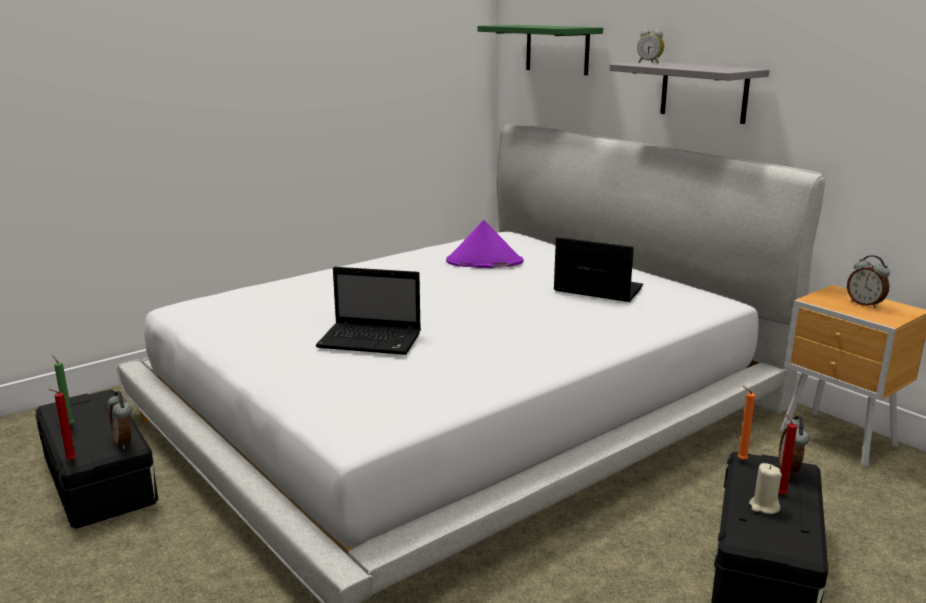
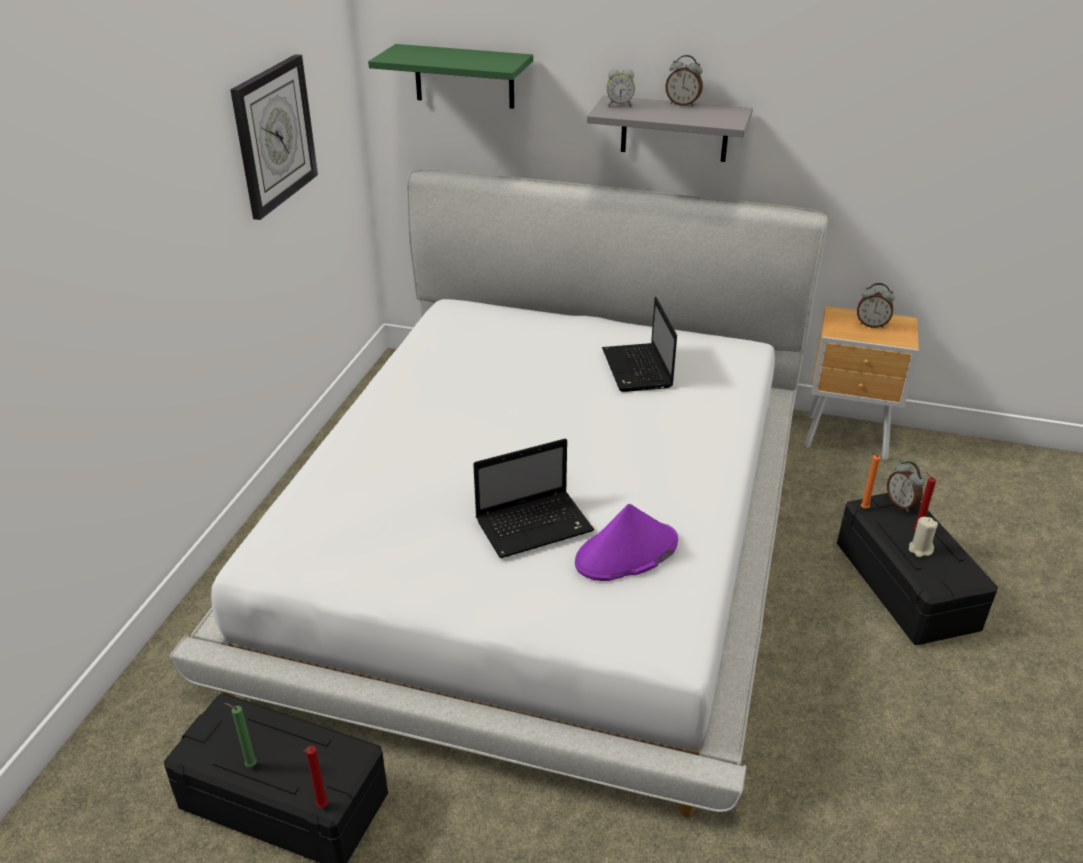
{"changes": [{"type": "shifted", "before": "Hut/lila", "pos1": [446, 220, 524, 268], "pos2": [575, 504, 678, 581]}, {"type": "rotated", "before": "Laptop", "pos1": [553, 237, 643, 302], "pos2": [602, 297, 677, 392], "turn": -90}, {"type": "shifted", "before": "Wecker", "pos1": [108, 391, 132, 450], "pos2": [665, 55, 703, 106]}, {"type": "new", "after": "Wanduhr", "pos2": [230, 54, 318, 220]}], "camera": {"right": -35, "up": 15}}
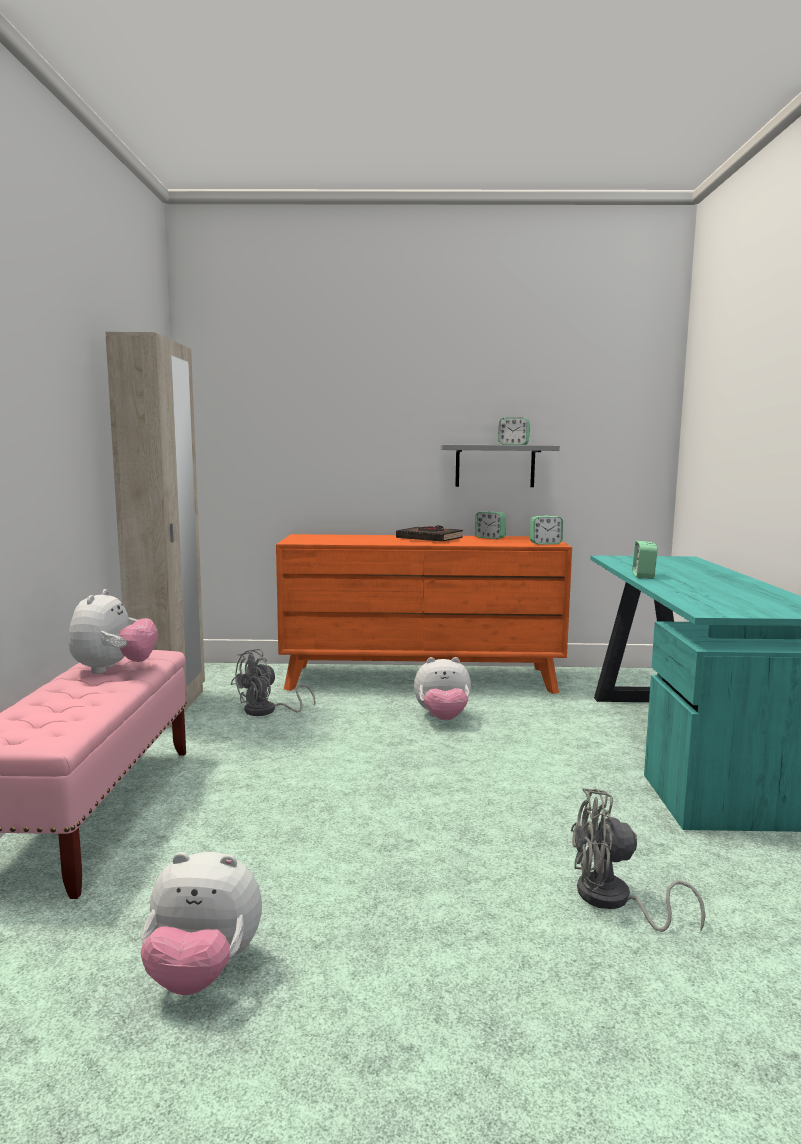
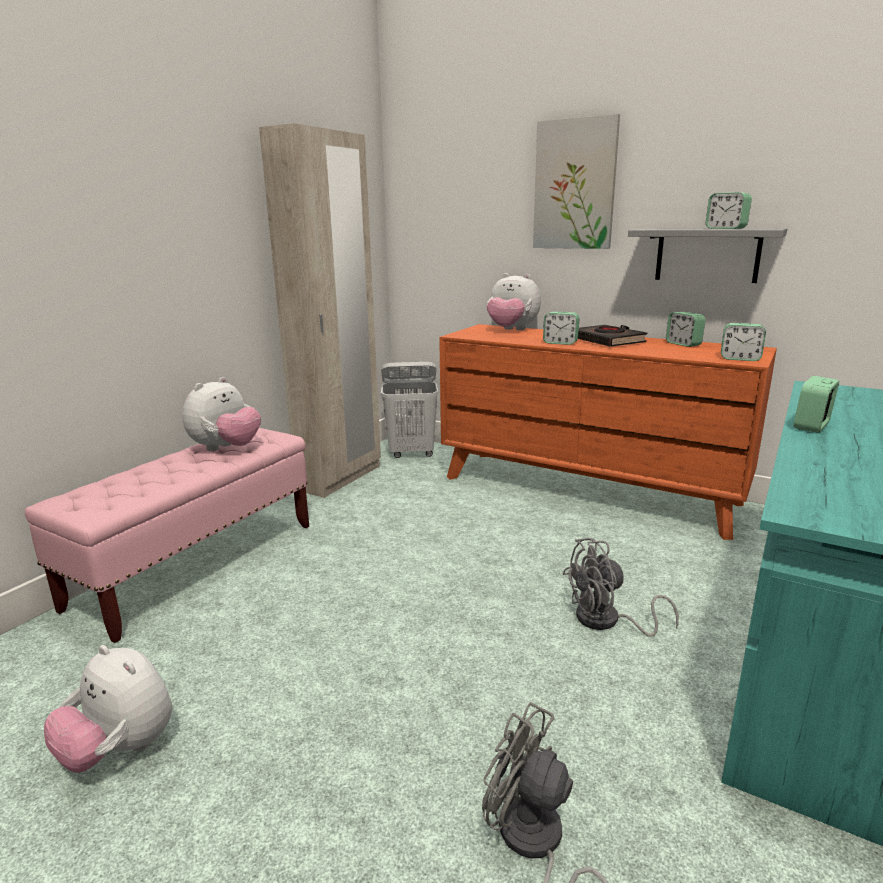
{"changes": [{"type": "shifted", "before": "Ventilator/grau", "pos1": [231, 649, 316, 716], "pos2": [563, 538, 679, 637]}, {"type": "shifted", "before": "Plüschtier", "pos1": [414, 657, 471, 720], "pos2": [487, 273, 541, 330]}, {"type": "new", "after": "Bild", "pos2": [533, 114, 620, 249]}, {"type": "new", "after": "Wecker", "pos2": [543, 312, 580, 345]}, {"type": "new", "after": "Wäschekorb/weiß", "pos2": [381, 362, 438, 458]}], "camera": {"right": 30, "up": 10}}
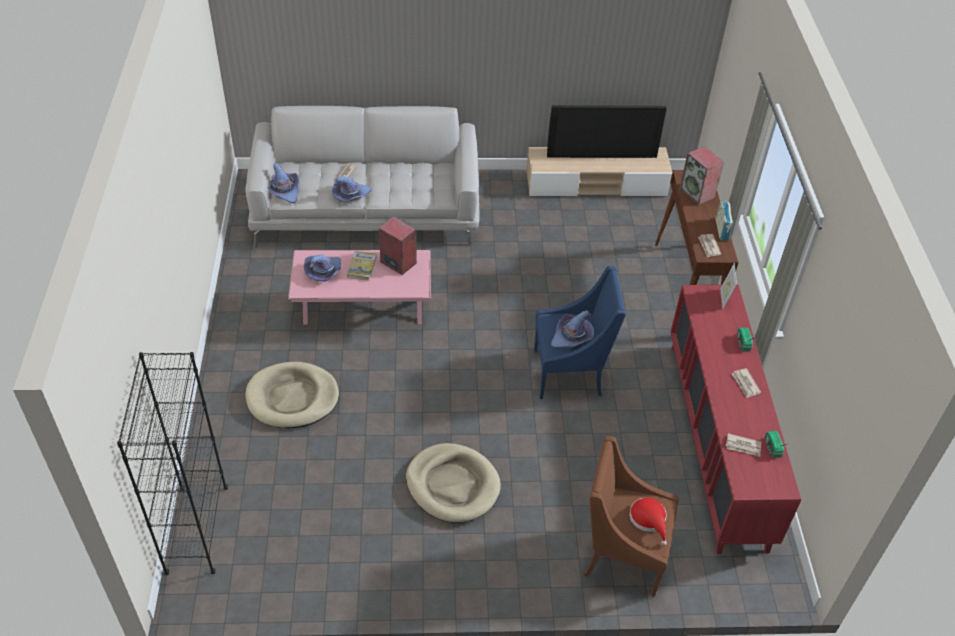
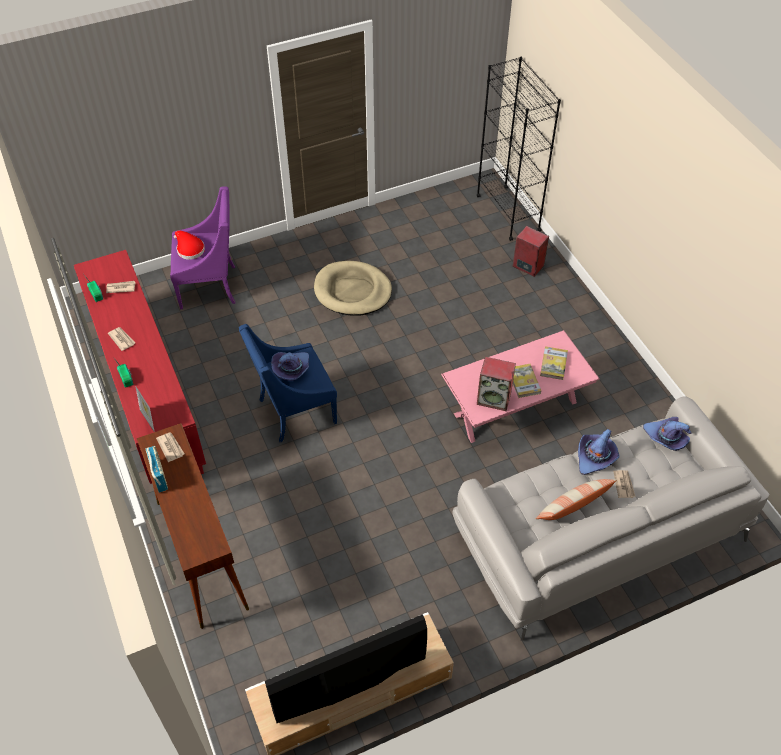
{"changes": [{"type": "shifted", "before": "Lautsprecher", "pos1": [680, 146, 724, 205], "pos2": [513, 226, 549, 277]}, {"type": "swapped", "before": "Hut/lila", "after": "Buch", "pos1": [304, 255, 341, 281], "pos2": [540, 346, 568, 380]}, {"type": "gone", "before": "Hundebett/beige", "pos1": [245, 362, 339, 428]}, {"type": "repainted", "before": "Sessel/braun", "after": "Sessel/lila", "pos1": [584, 436, 679, 597], "pos2": [170, 186, 235, 310]}, {"type": "new", "after": "Kissen", "pos2": [535, 479, 617, 520]}], "camera": {"right": 160, "up": 5}}
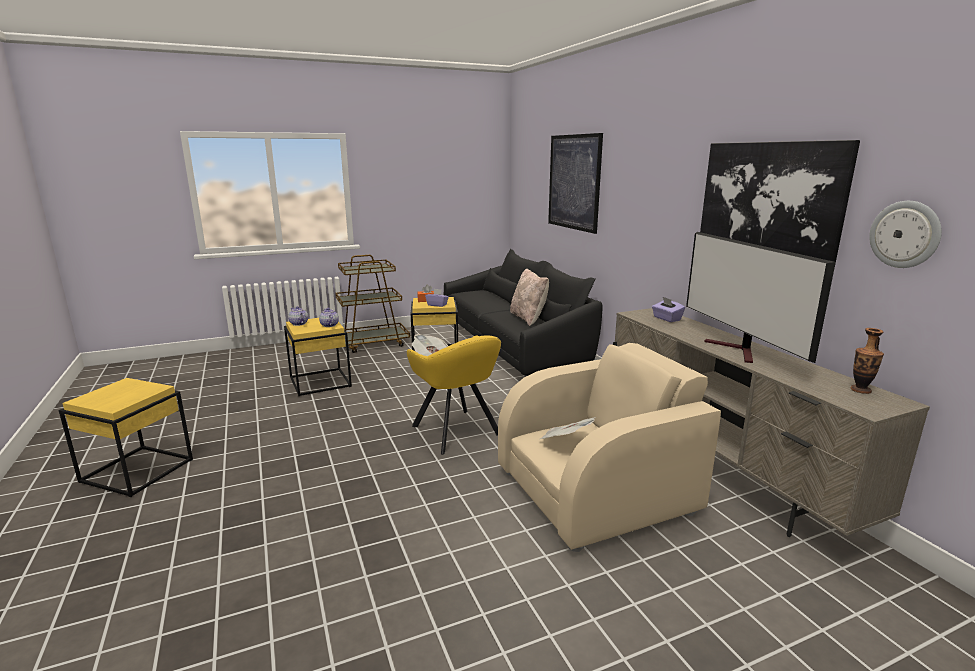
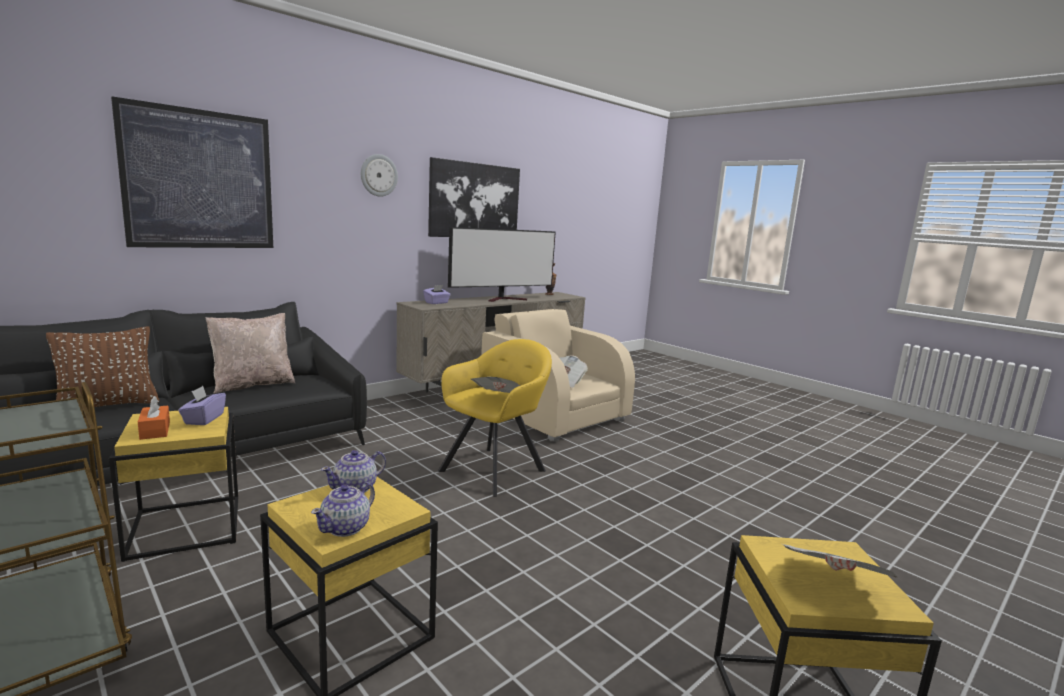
{"changes": [{"type": "shifted", "before": "Wanduhr", "pos1": [869, 201, 942, 268], "pos2": [361, 154, 398, 197]}, {"type": "new", "after": "Kissen/braun", "pos2": [46, 327, 159, 407]}, {"type": "new", "after": "Zeitung", "pos2": [783, 544, 897, 577]}], "camera": {"right": -110, "up": -5}}
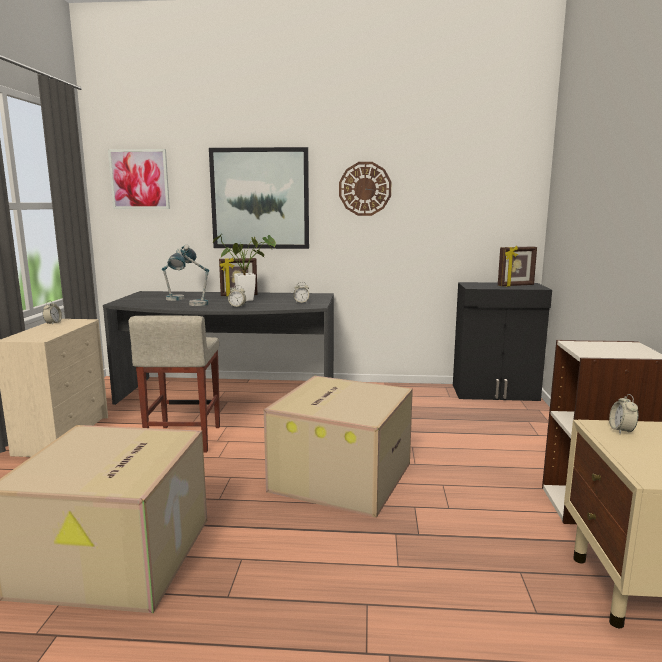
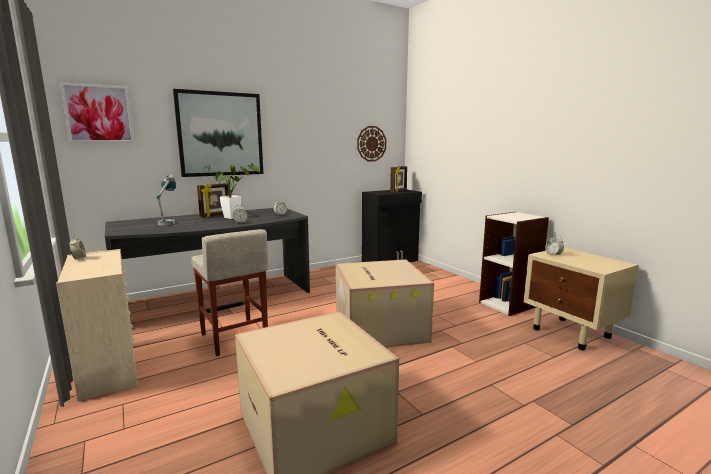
{"changes": [{"type": "shifted", "before": "Wanduhr", "pos1": [339, 162, 391, 216], "pos2": [357, 126, 386, 162]}, {"type": "gone", "before": "Tischlampe", "pos1": [167, 249, 209, 306]}], "camera": {"right": -35, "up": 0}}
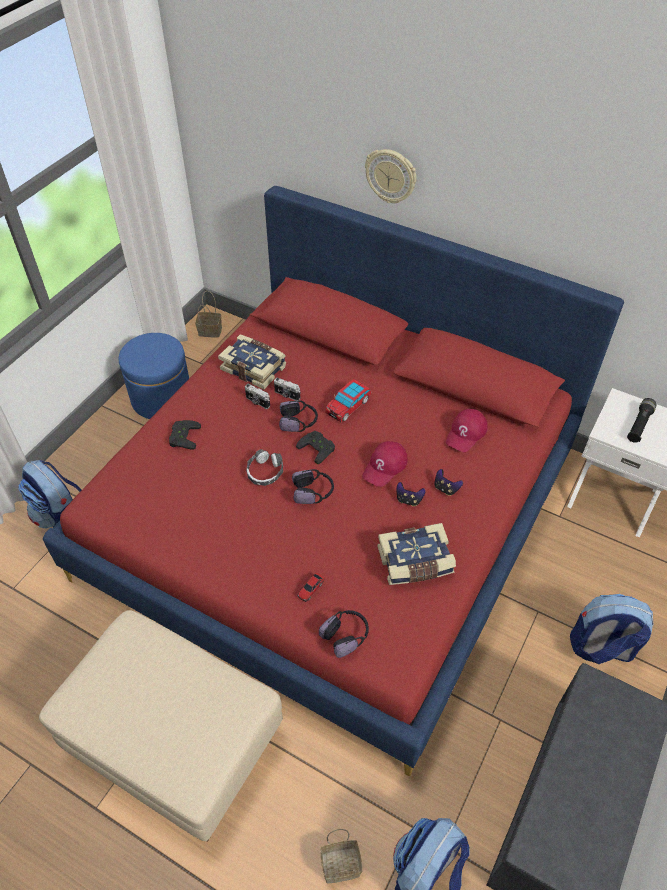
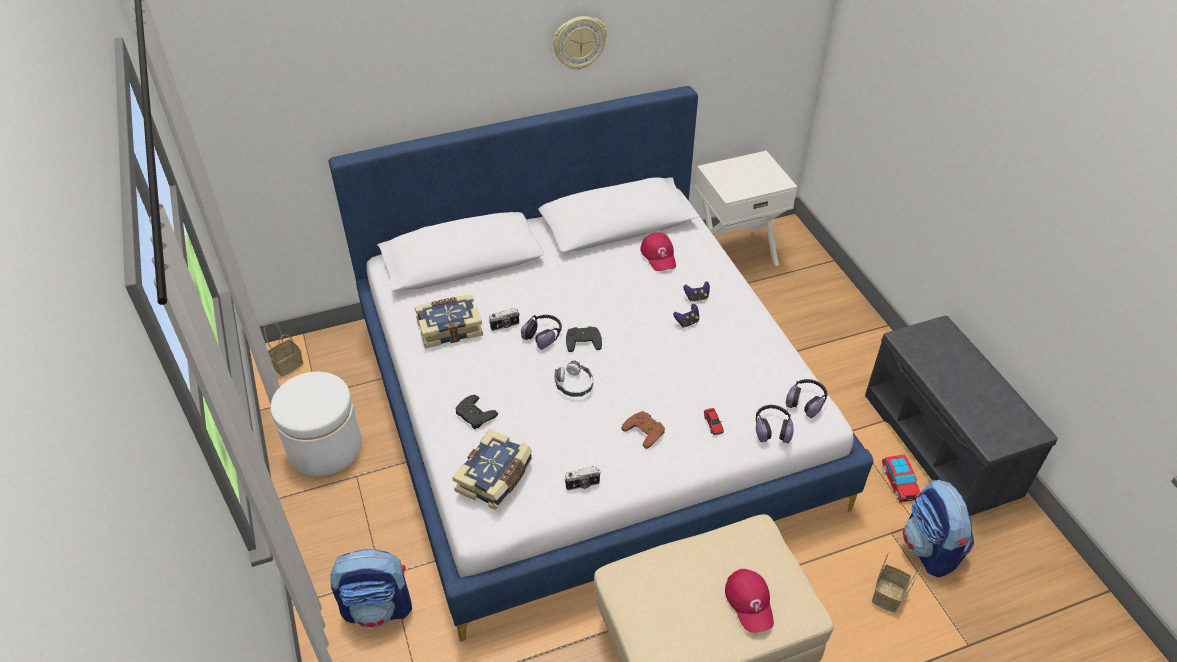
{"changes": [{"type": "shifted", "before": "Wanduhr", "pos1": [365, 149, 416, 203], "pos2": [553, 16, 607, 70]}, {"type": "repainted", "before": "Bett/rot", "after": "Bett/weiß", "pos1": [43, 186, 624, 776], "pos2": [329, 86, 873, 641]}, {"type": "repainted", "before": "Polsterhocker/blau", "after": "Polsterhocker/weiß", "pos1": [119, 333, 189, 419], "pos2": [270, 372, 362, 477]}, {"type": "shifted", "before": "Spielzeugauto", "pos1": [325, 379, 371, 422], "pos2": [882, 455, 921, 502]}, {"type": "shifted", "before": "Kamera", "pos1": [245, 384, 270, 409], "pos2": [564, 466, 601, 490]}, {"type": "gone", "before": "Taschenlampe/schwarz", "pos1": [627, 398, 657, 443]}, {"type": "shifted", "before": "Kappe/rot", "pos1": [363, 441, 408, 487], "pos2": [725, 569, 774, 633]}, {"type": "shifted", "before": "Kopfhörer", "pos1": [292, 469, 334, 504], "pos2": [786, 379, 827, 418]}, {"type": "shifted", "before": "Buch", "pos1": [378, 523, 456, 585], "pos2": [452, 429, 532, 510]}, {"type": "gone", "before": "Rucksack", "pos1": [570, 594, 653, 664]}, {"type": "new", "after": "Gamepad/braun", "pos2": [621, 411, 665, 449]}], "camera": {"right": -50, "up": -5}}
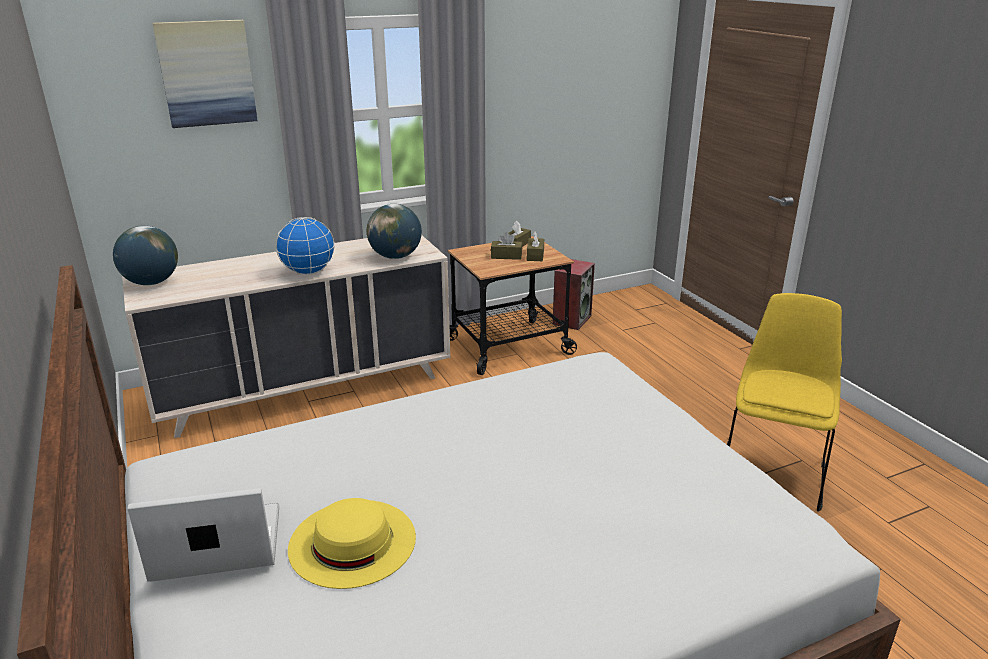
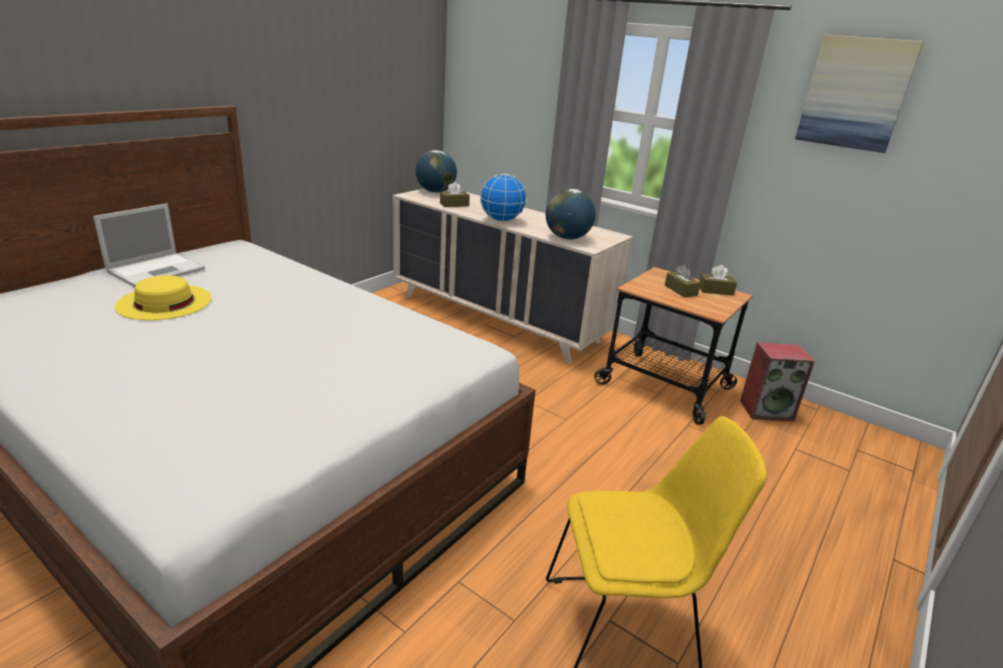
{"changes": [{"type": "shifted", "before": "Bild", "pos1": [153, 20, 258, 128], "pos2": [795, 35, 923, 153]}, {"type": "shifted", "before": "Taschentuchbox/braun", "pos1": [527, 231, 544, 261], "pos2": [440, 182, 470, 207]}, {"type": "rotated", "before": "Laptop", "pos1": [127, 488, 279, 582], "pos2": [93, 204, 205, 287], "turn": 75}], "camera": {"right": 60, "up": 0}}
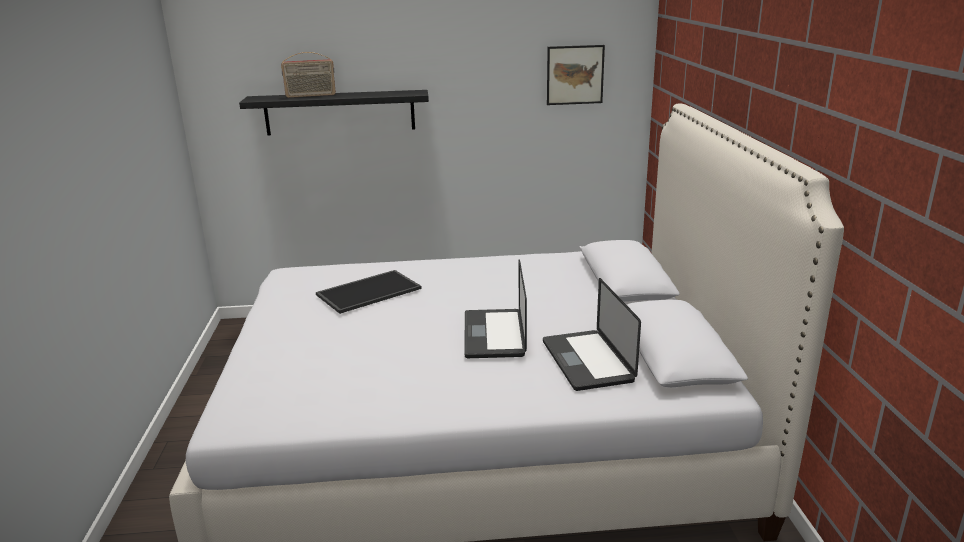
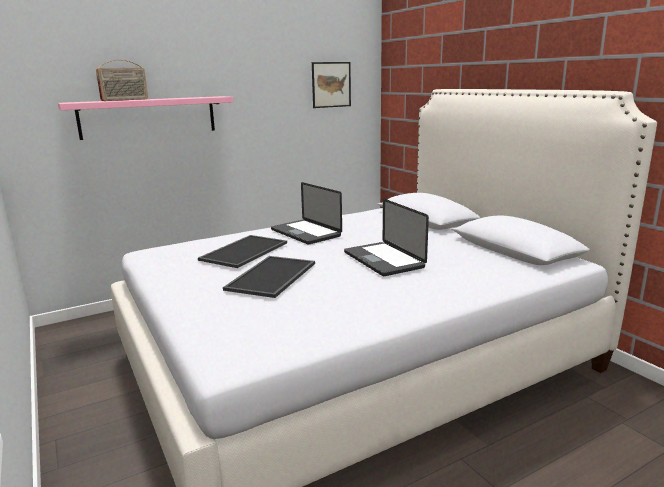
{"changes": [{"type": "repainted", "before": "Wandregal/schwarz", "after": "Wandregal/rosa", "pos1": [239, 90, 429, 135], "pos2": [58, 96, 233, 140]}, {"type": "shifted", "before": "Laptop", "pos1": [543, 278, 641, 391], "pos2": [271, 182, 342, 245]}, {"type": "new", "after": "Tablett", "pos2": [223, 256, 315, 298]}], "camera": {"right": -25, "up": -5}}
